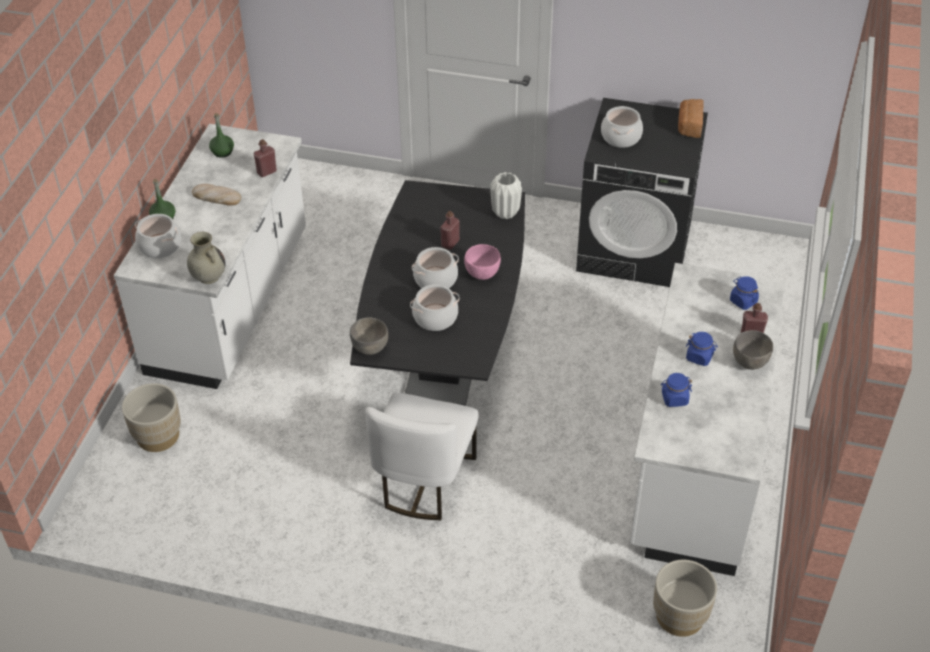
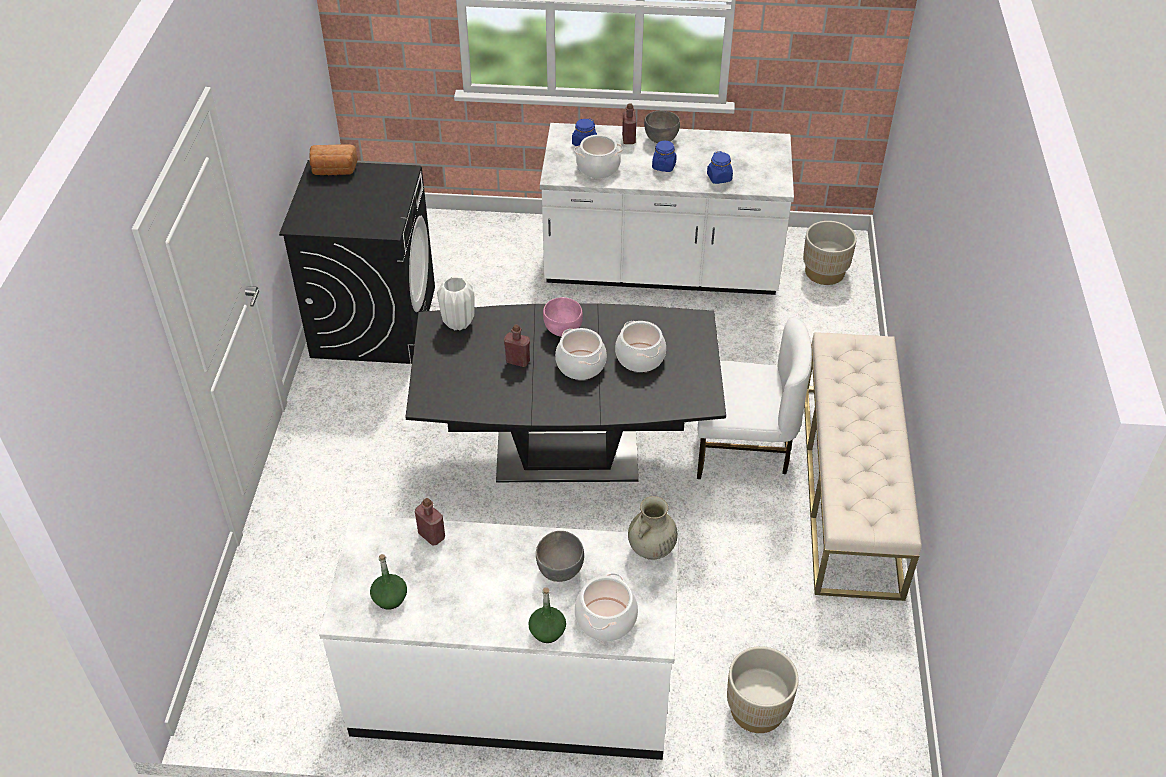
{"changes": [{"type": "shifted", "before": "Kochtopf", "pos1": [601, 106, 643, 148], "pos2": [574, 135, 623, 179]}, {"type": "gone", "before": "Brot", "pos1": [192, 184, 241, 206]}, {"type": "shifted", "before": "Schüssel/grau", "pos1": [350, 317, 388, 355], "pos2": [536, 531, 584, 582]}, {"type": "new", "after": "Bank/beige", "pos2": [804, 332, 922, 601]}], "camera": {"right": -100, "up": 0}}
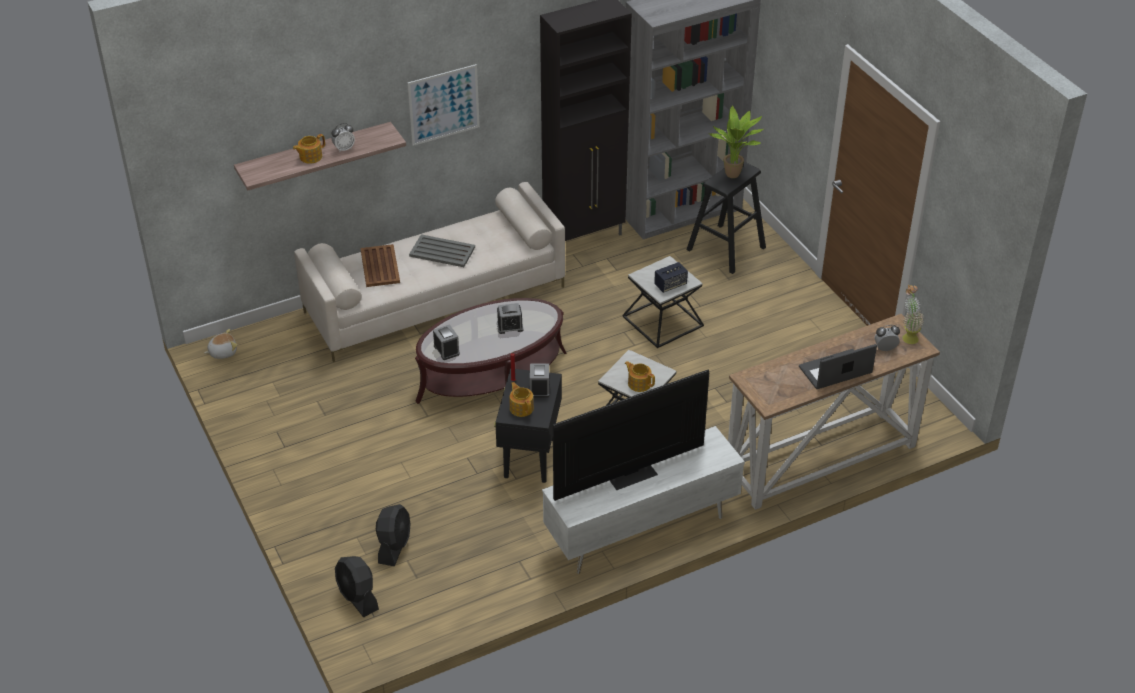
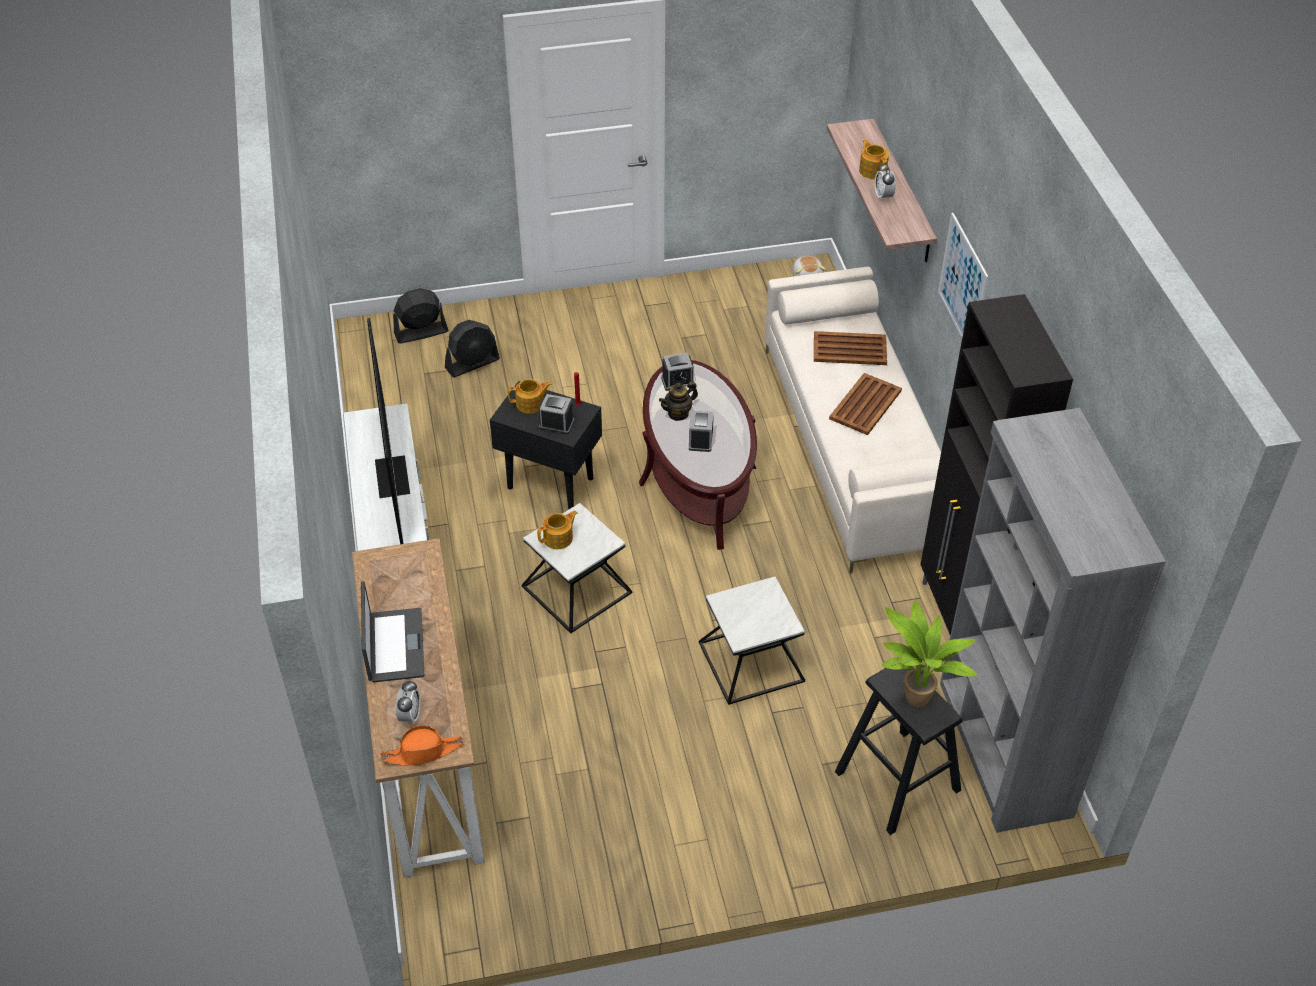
{"changes": [{"type": "repainted", "before": "Tablett/grau", "after": "Tablett/braun", "pos1": [409, 234, 475, 267], "pos2": [829, 373, 902, 435]}, {"type": "gone", "before": "Lautsprecher", "pos1": [654, 262, 688, 293]}, {"type": "swapped", "before": "Topfpflanze", "after": "Hut/orange", "pos1": [902, 285, 924, 344], "pos2": [380, 725, 464, 766]}, {"type": "rotated", "before": "Ventilator/schwarz", "pos1": [376, 504, 411, 566], "pos2": [445, 320, 500, 378], "turn": -60}, {"type": "new", "after": "Teekanne", "pos2": [659, 381, 698, 421]}], "camera": {"right": 105, "up": 5}}
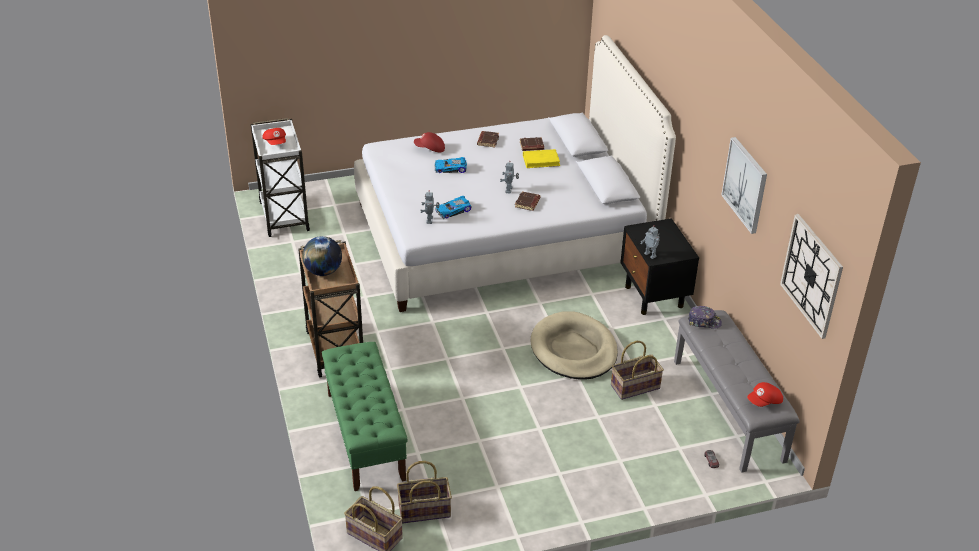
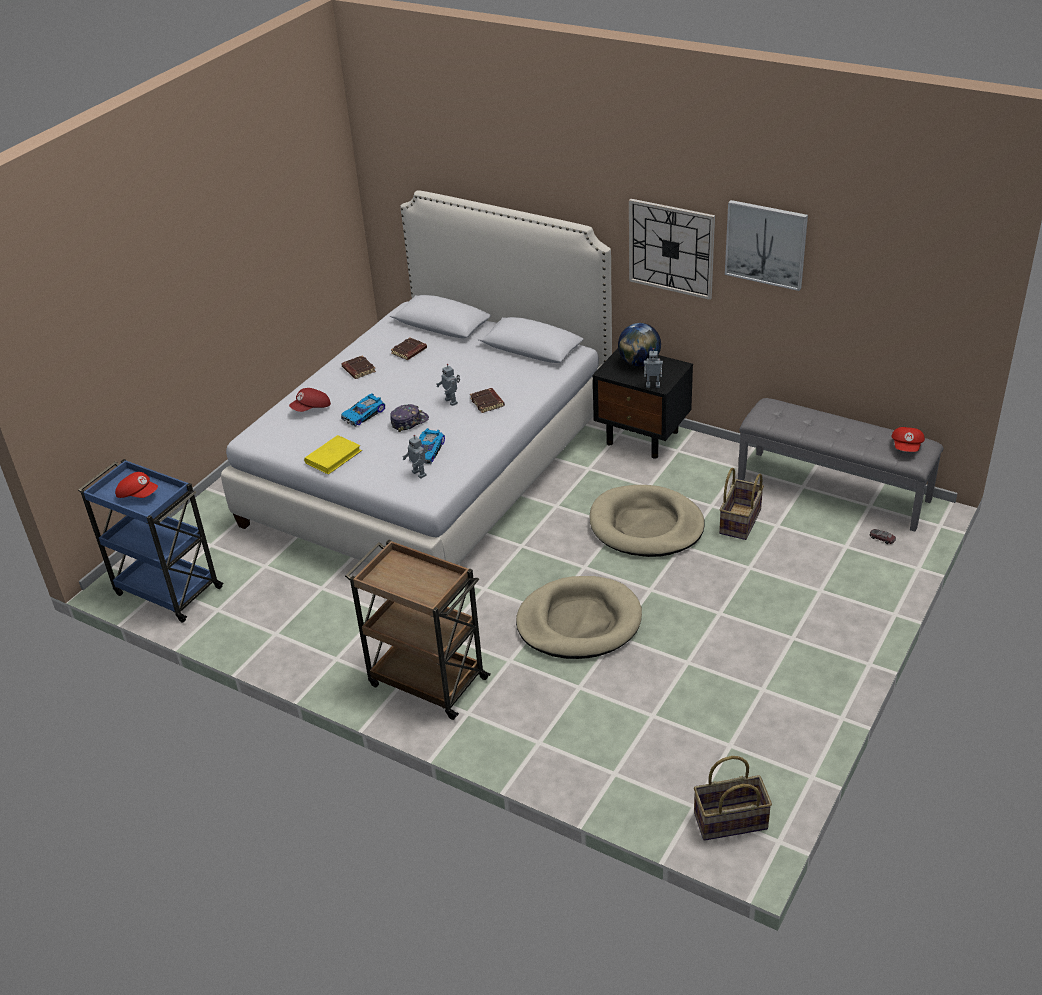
{"changes": [{"type": "repainted", "before": "Rollwagen/weiß", "after": "Rollwagen/blau", "pos1": [251, 118, 310, 237], "pos2": [78, 459, 224, 623]}, {"type": "shifted", "before": "Buch/gelb", "pos1": [523, 149, 560, 168], "pos2": [304, 435, 362, 475]}, {"type": "shifted", "before": "Wanduhr", "pos1": [780, 214, 843, 339], "pos2": [629, 199, 715, 300]}, {"type": "shifted", "before": "Globus", "pos1": [302, 236, 342, 276], "pos2": [618, 323, 661, 366]}, {"type": "shifted", "before": "Kappe", "pos1": [688, 306, 722, 329], "pos2": [390, 404, 429, 432]}, {"type": "gone", "before": "Bank/grün", "pos1": [322, 342, 408, 491]}, {"type": "gone", "before": "Korb", "pos1": [397, 461, 452, 523]}, {"type": "new", "after": "Hundebett/beige", "pos2": [516, 576, 642, 659]}], "camera": {"right": -40, "up": 0}}
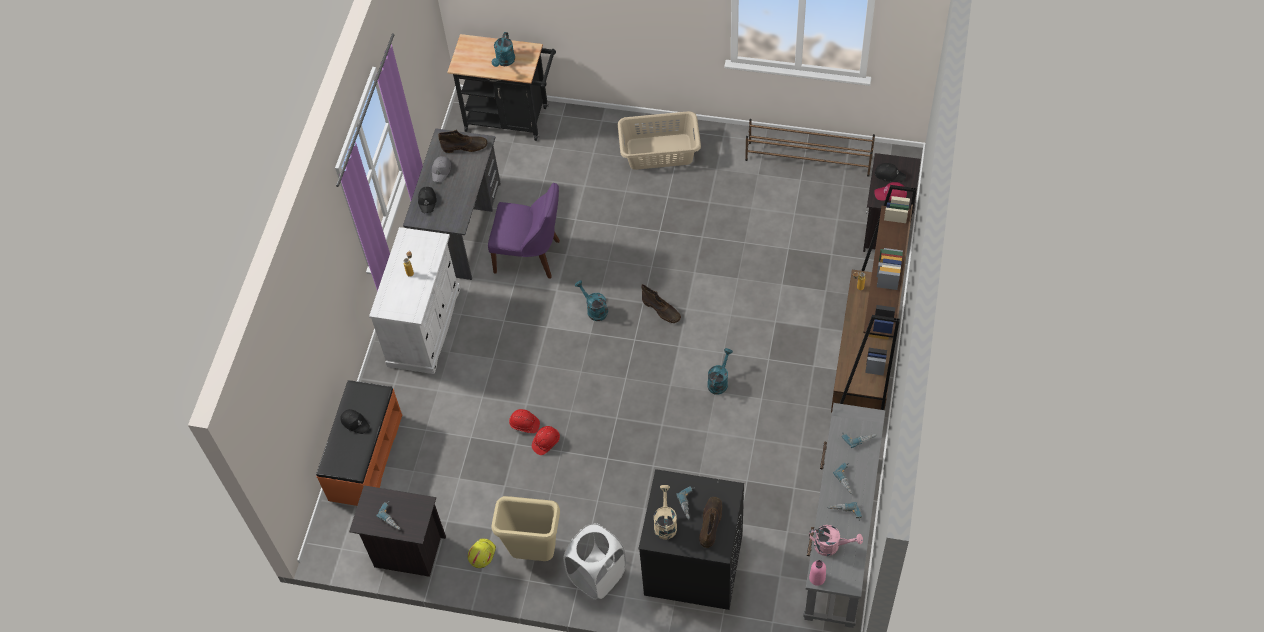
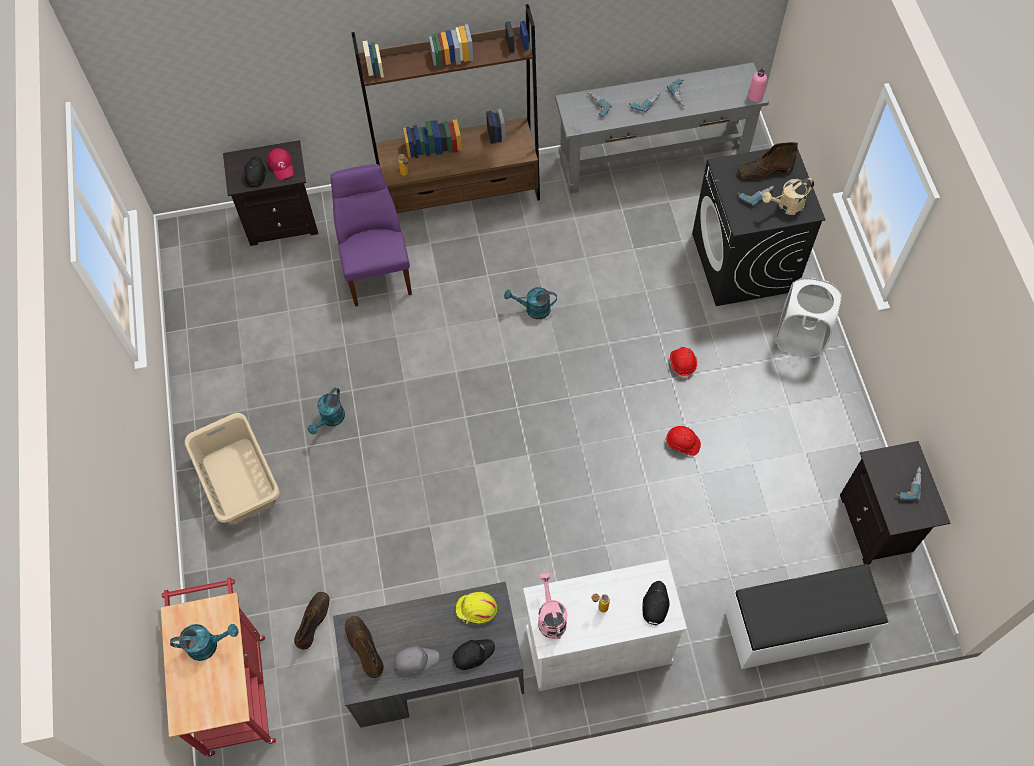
{"changes": [{"type": "repainted", "before": "Rollwagen/schwarz", "after": "Rollwagen/rot", "pos1": [447, 34, 556, 141], "pos2": [161, 577, 276, 756]}, {"type": "gone", "before": "Schuhregal/braun", "pos1": [745, 119, 875, 177]}, {"type": "shifted", "before": "Stuhl/lila", "pos1": [488, 183, 560, 278], "pos2": [330, 164, 412, 307]}, {"type": "shifted", "before": "Gießkanne/türkis", "pos1": [575, 280, 608, 321], "pos2": [308, 387, 345, 434]}, {"type": "shifted", "before": "Stiefel/braun", "pos1": [641, 284, 681, 323], "pos2": [294, 592, 329, 650]}, {"type": "repainted", "before": "Bank/orange", "after": "Bank/weiß", "pos1": [316, 380, 402, 506], "pos2": [725, 564, 888, 669]}, {"type": "shifted", "before": "Kappe/schwarz", "pos1": [340, 409, 370, 434], "pos2": [642, 581, 670, 626]}, {"type": "shifted", "before": "Schutzhelm/rot", "pos1": [509, 409, 540, 433], "pos2": [670, 347, 697, 379]}, {"type": "gone", "before": "Mülleimer/beige", "pos1": [491, 496, 560, 561]}, {"type": "shifted", "before": "Gießkanne/rosa", "pos1": [809, 525, 863, 556], "pos2": [538, 572, 568, 639]}, {"type": "shifted", "before": "Schutzhelm/gelb", "pos1": [468, 539, 496, 568], "pos2": [455, 592, 497, 624]}], "camera": {"right": -115, "up": 5}}
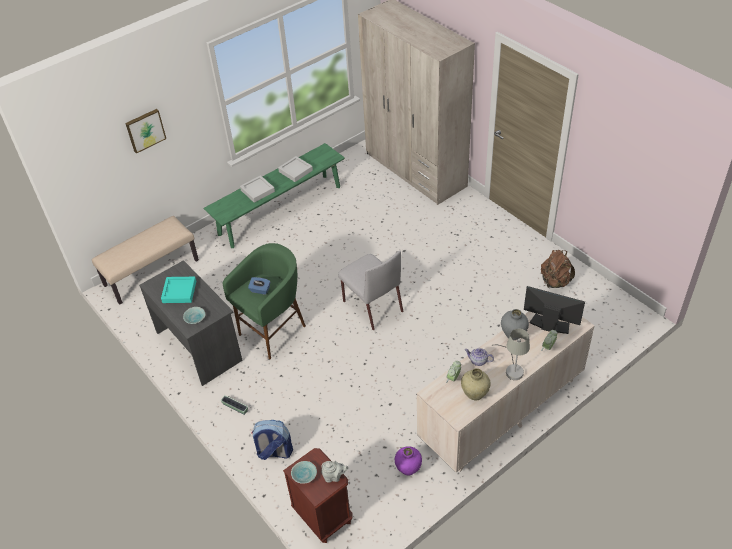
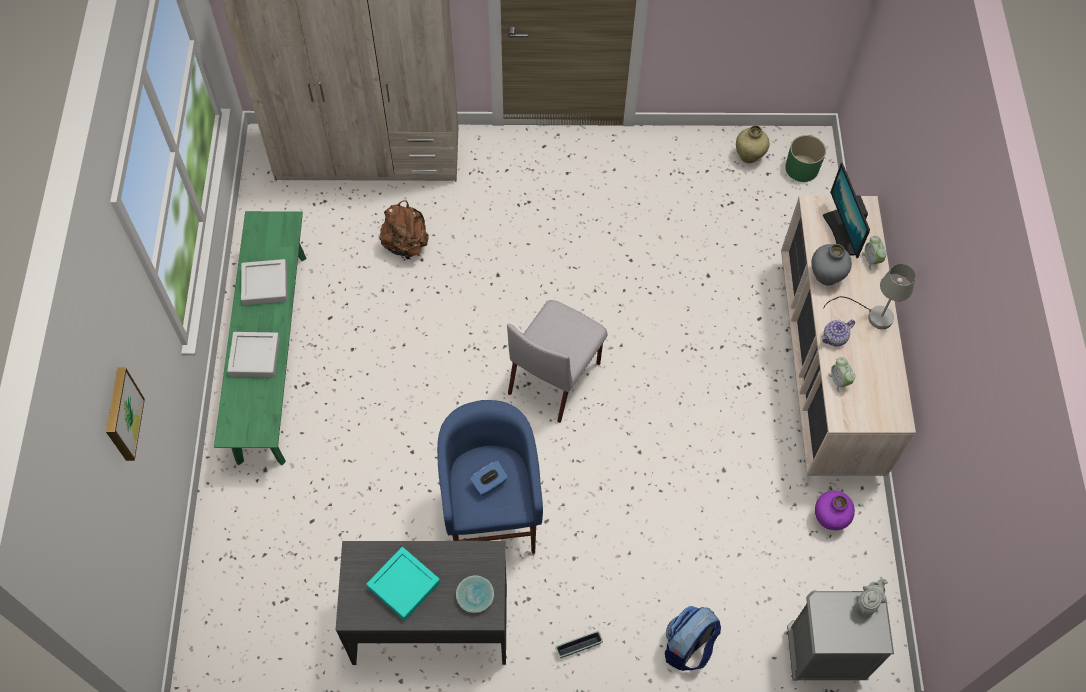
{"changes": [{"type": "gone", "before": "Bank/beige", "pos1": [92, 216, 199, 305]}, {"type": "repainted", "before": "Hocker/grün", "after": "Hocker/blau", "pos1": [222, 243, 306, 359], "pos2": [437, 400, 543, 554]}, {"type": "shifted", "before": "Rucksack/braun", "pos1": [541, 250, 575, 288], "pos2": [379, 201, 429, 260]}, {"type": "rotated", "before": "Stuhl/grau", "pos1": [338, 251, 403, 330], "pos2": [507, 300, 608, 423], "turn": 120}, {"type": "rotated", "before": "Monitor", "pos1": [524, 286, 585, 334], "pos2": [823, 163, 870, 258], "turn": -75}, {"type": "shifted", "before": "Vase/beige", "pos1": [461, 368, 490, 400], "pos2": [736, 125, 769, 163]}, {"type": "repainted", "before": "Nachttisch/braun", "after": "Nachttisch/grau", "pos1": [283, 448, 353, 543], "pos2": [787, 591, 894, 681]}, {"type": "gone", "before": "Schüssel/türkis", "pos1": [291, 461, 317, 484]}, {"type": "new", "after": "Pflanzkübel/grün", "pos2": [785, 135, 826, 182]}], "camera": {"right": -55, "up": 15}}
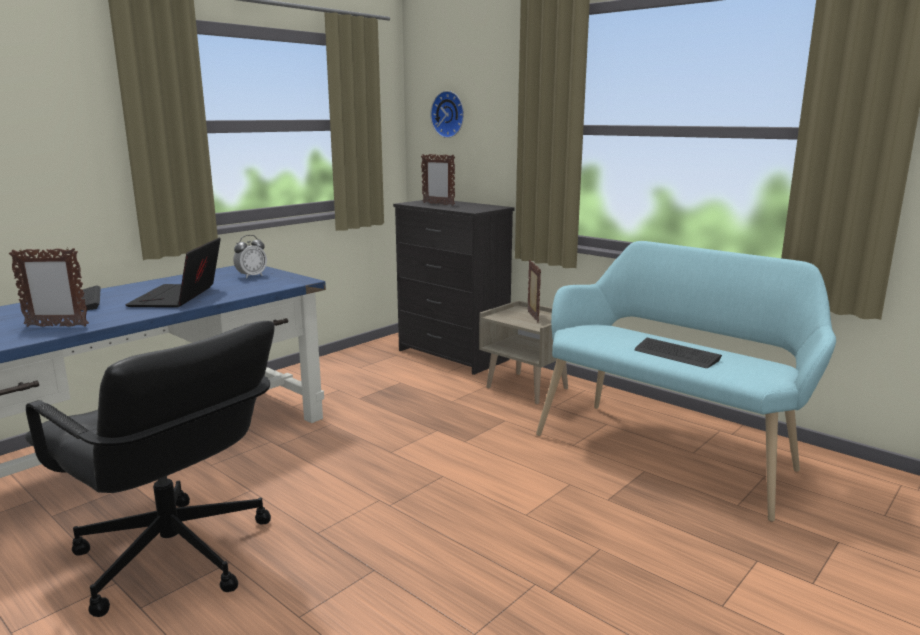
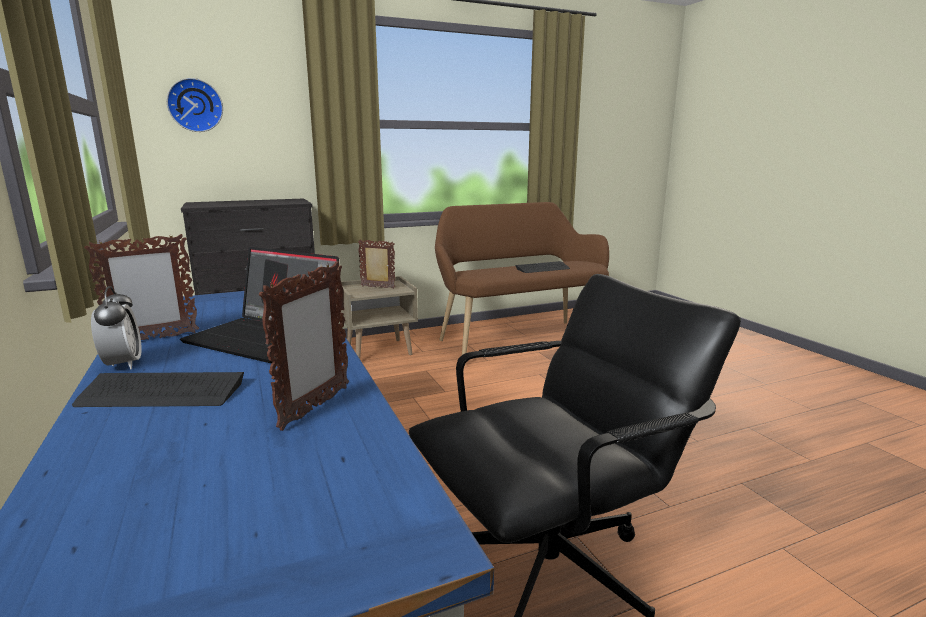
{"changes": [{"type": "shifted", "before": "Bilderrahmen", "pos1": [421, 154, 455, 206], "pos2": [84, 234, 199, 340]}, {"type": "shifted", "before": "Wecker", "pos1": [233, 235, 267, 279], "pos2": [91, 286, 142, 370]}, {"type": "repainted", "before": "Bank/türkis", "after": "Bank/braun", "pos1": [536, 241, 836, 522], "pos2": [435, 202, 609, 355]}], "camera": {"right": -65, "up": 0}}
